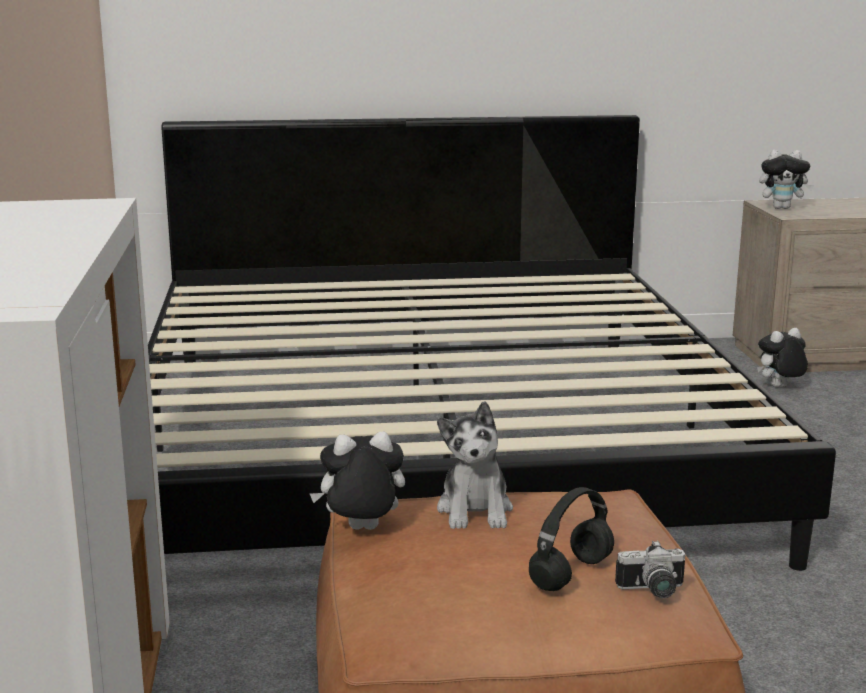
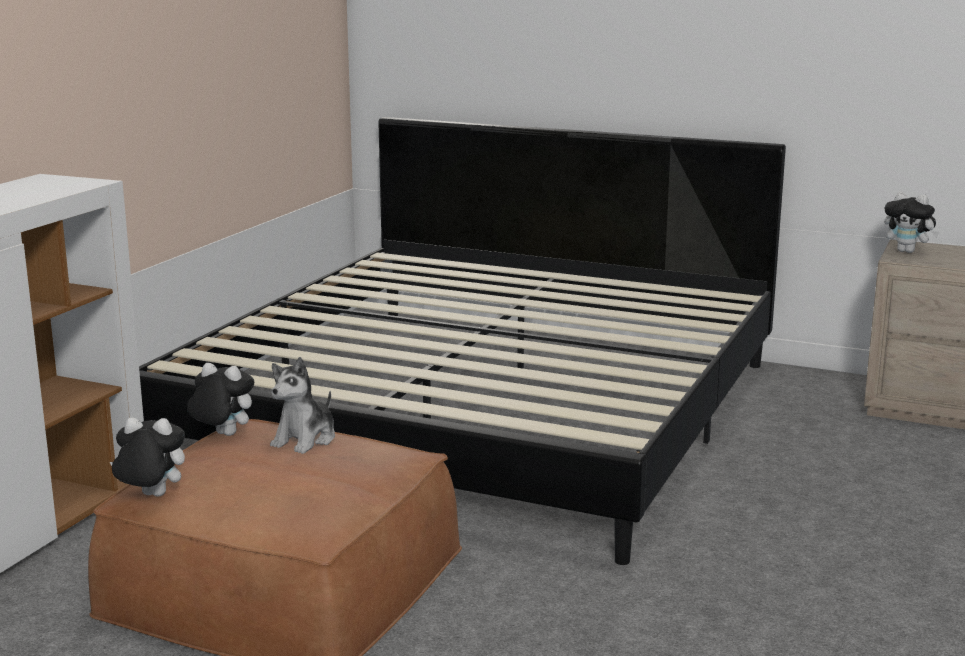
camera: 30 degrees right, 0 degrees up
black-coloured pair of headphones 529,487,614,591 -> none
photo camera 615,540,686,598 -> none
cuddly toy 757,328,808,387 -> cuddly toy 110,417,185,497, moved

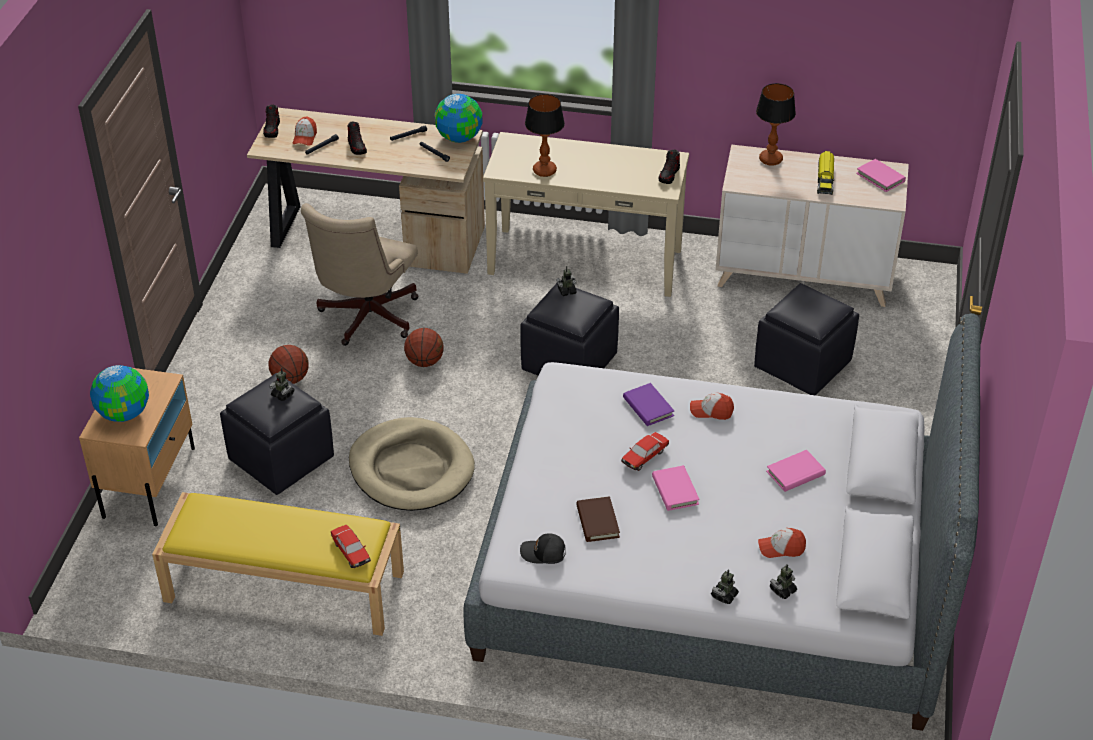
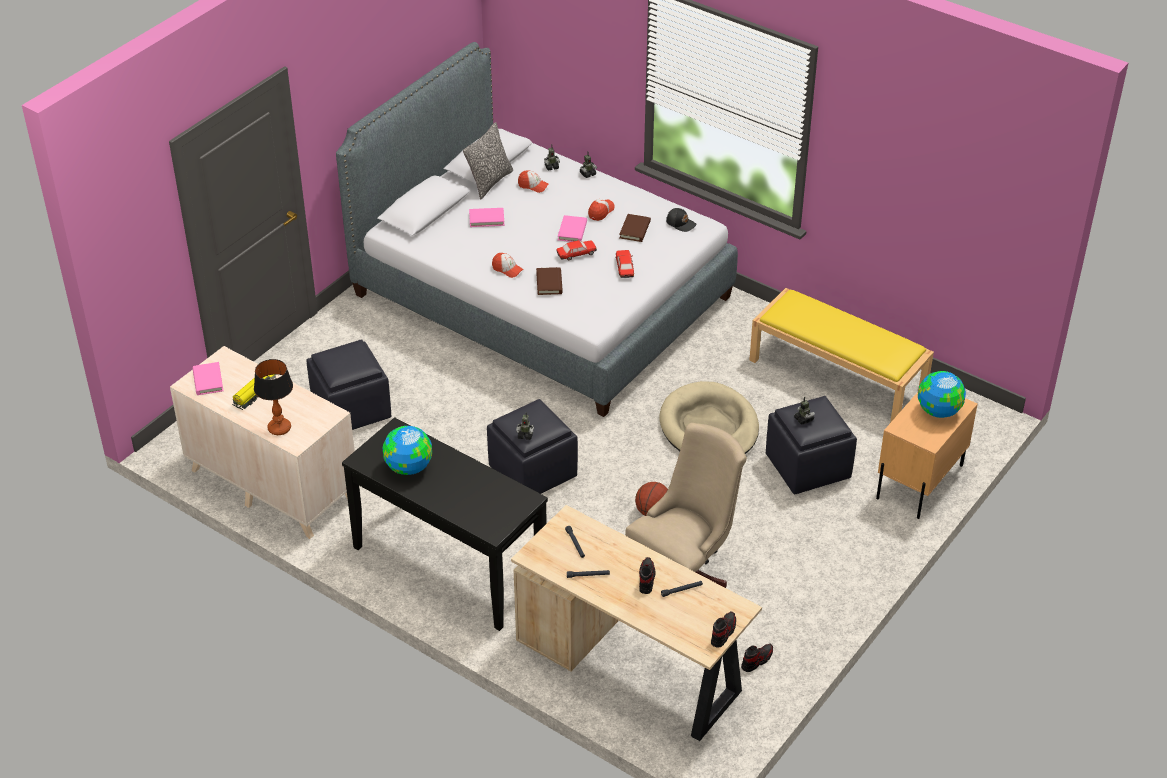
camera: 155 degrees left, 0 degrees up
ball for basketball 269,345,309,384 -> none
peaked cap 292,117,317,146 -> peaked cap 588,199,615,221, moved
miniature car 331,525,371,568 -> miniature car 615,250,634,278, moved
world globe 435,94,483,143 -> world globe 383,426,432,475, moved
beige narrow table 483,132,689,297 -> black-coloured narrow table 342,417,548,631
tabletop lamp 525,94,565,177 -> none
purple book 623,383,674,426 -> brownish book 536,267,563,295
shoe 659,150,680,184 -> shoe 741,644,773,672, moved
none -> pillow 463,122,513,199

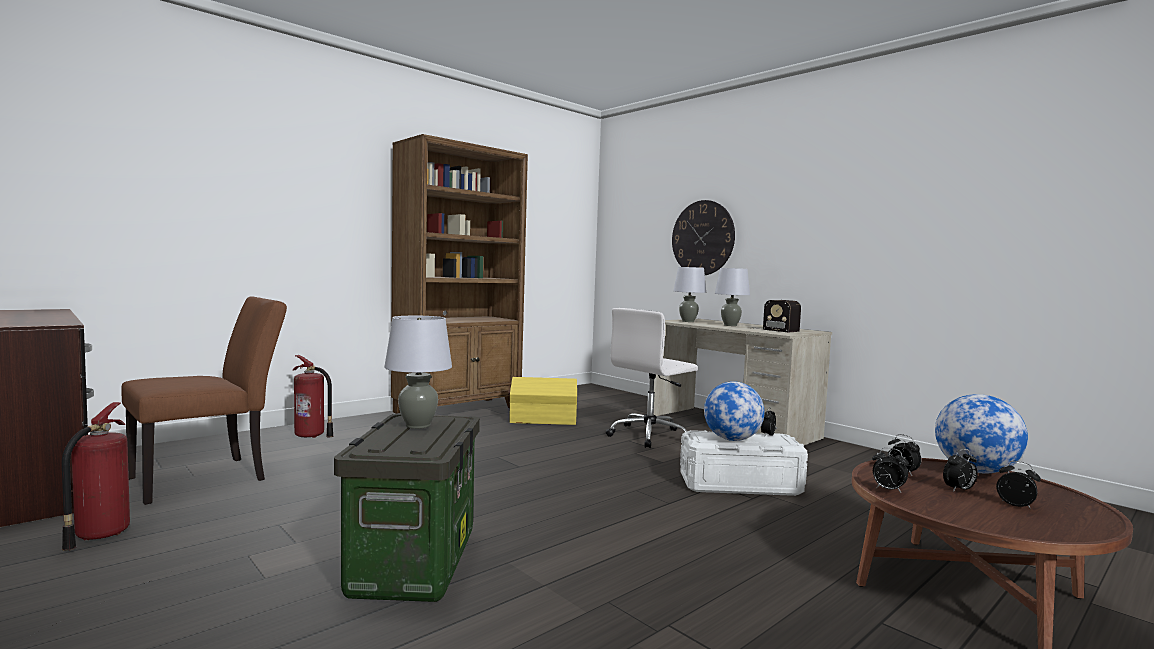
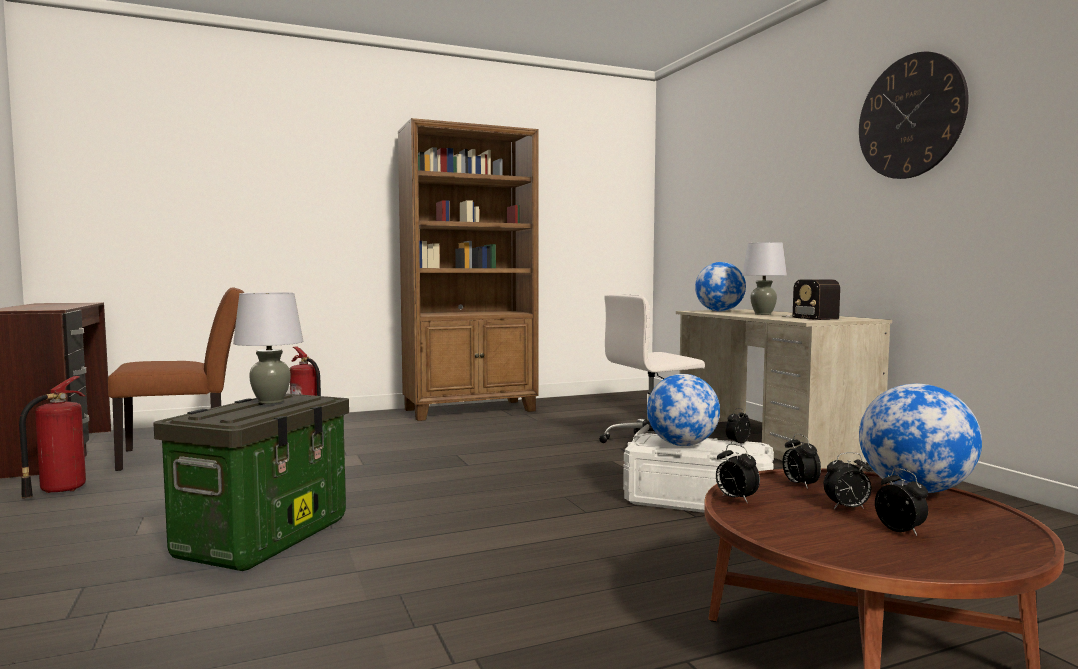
camera: 20 degrees right, 0 degrees up
yellow-coloured storage box 509,377,577,425 -> none
hanging clock 672,200,735,275 -> hanging clock 859,52,969,179, moved
grey tabletop lamp 673,267,706,322 -> world globe 695,262,746,312

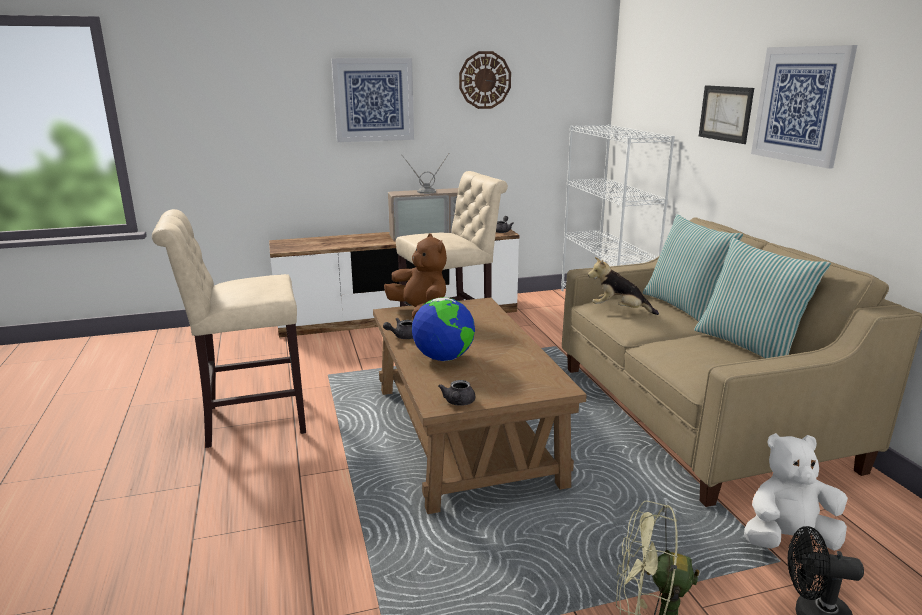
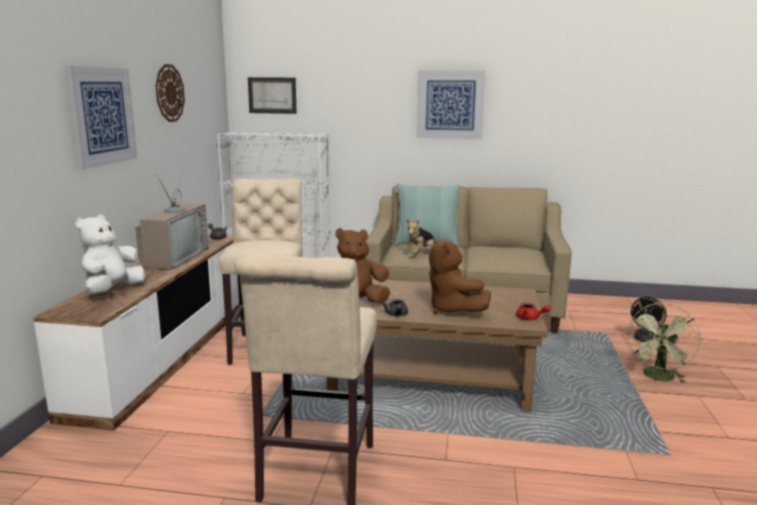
camera: 65 degrees left, 5 degrees down
world globe 412,298,475,361 -> brownish cuddly toy 429,239,491,314
grey pot for tea 438,380,475,406 -> red pot for tea 516,303,551,320
pillow 694,238,831,359 -> none
wall picture 699,85,754,144 -> wall picture 248,77,297,114, moved
white-coloured cuddly toy 744,433,848,551 -> white-coloured cuddly toy 75,215,146,294, moved

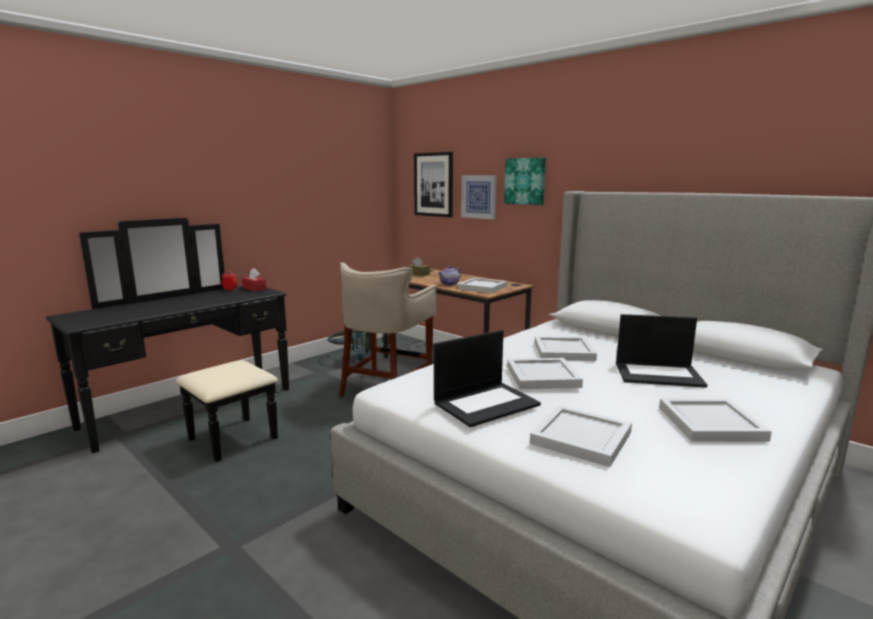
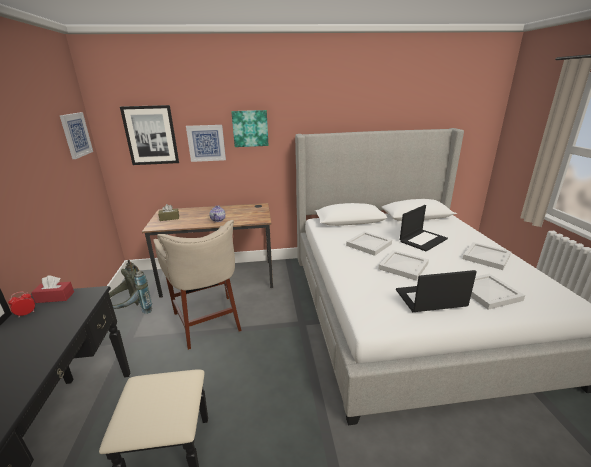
camera: 50 degrees left, 10 degrees up
portable computer 434,330,541,427 -> portable computer 396,270,477,312, 105 degrees counterclockwise
white-coloured carrying tray 457,278,507,293 -> none
none -> wall picture 60,112,93,159

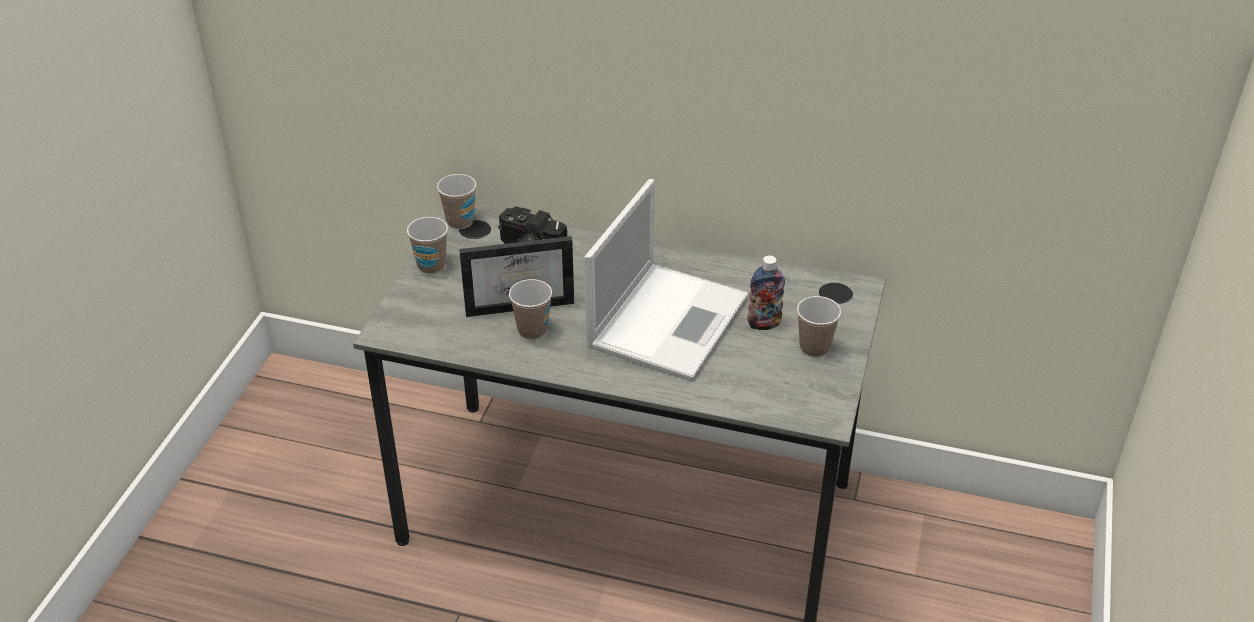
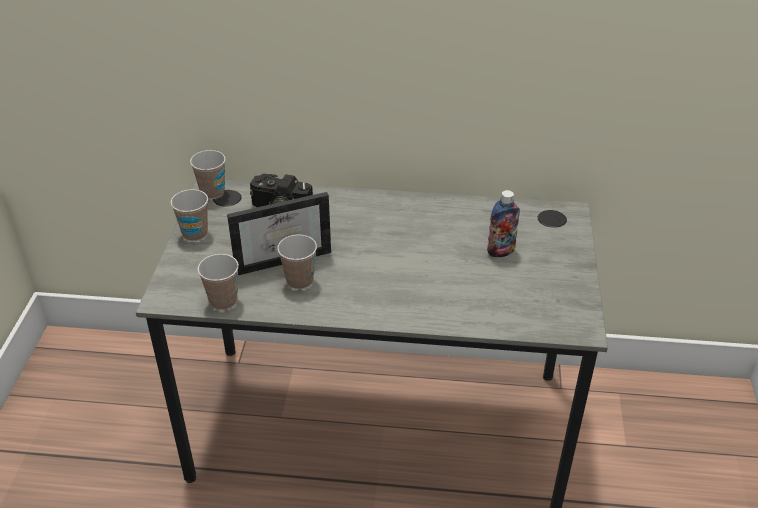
camera: 10 degrees left, 0 degrees up
portable computer 584,179,748,381 -> none
cup 797,296,841,357 -> cup 197,254,239,310, moved

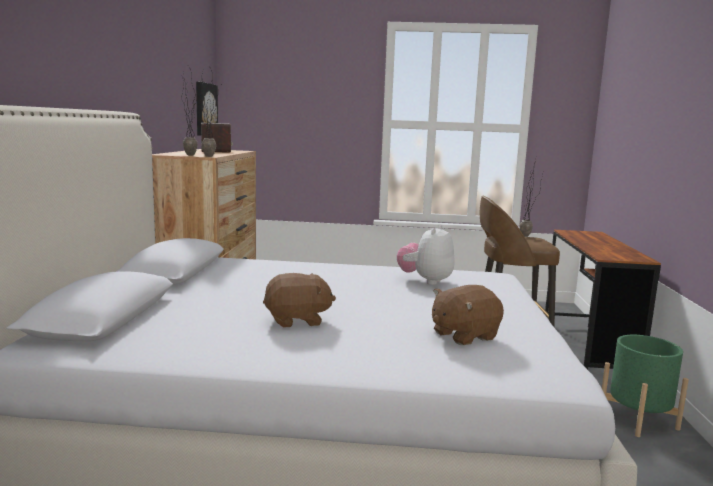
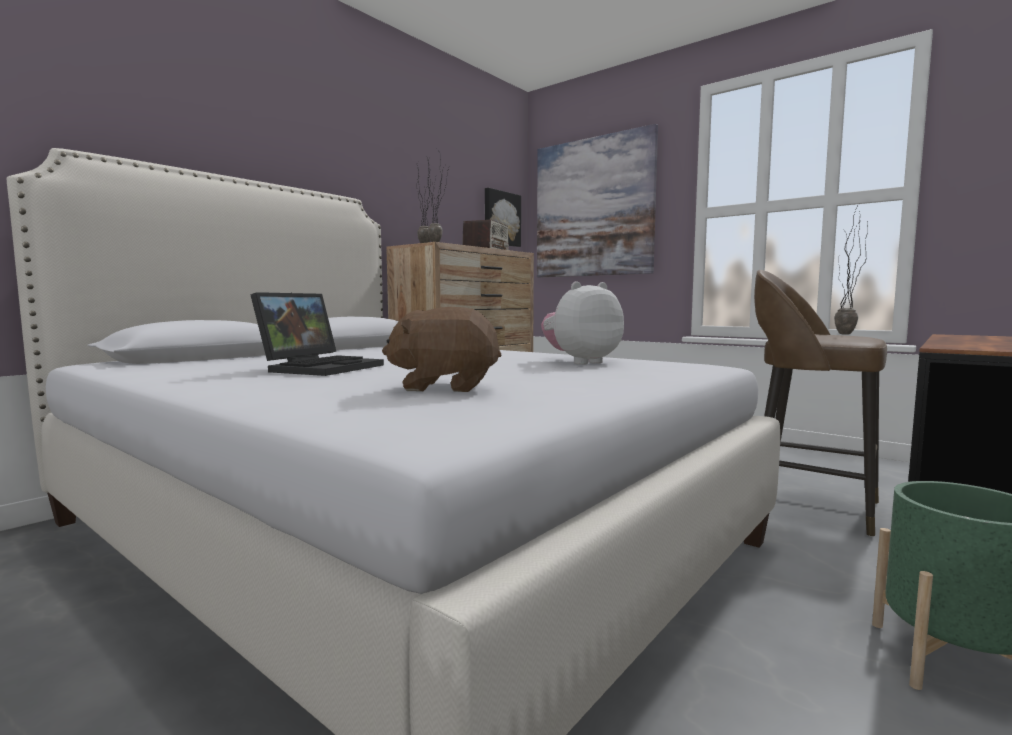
camera: 35 degrees right, 5 degrees down
brownish cuddly toy 263,273,336,328 -> portable computer 250,292,384,376
none -> wall picture 537,124,658,277

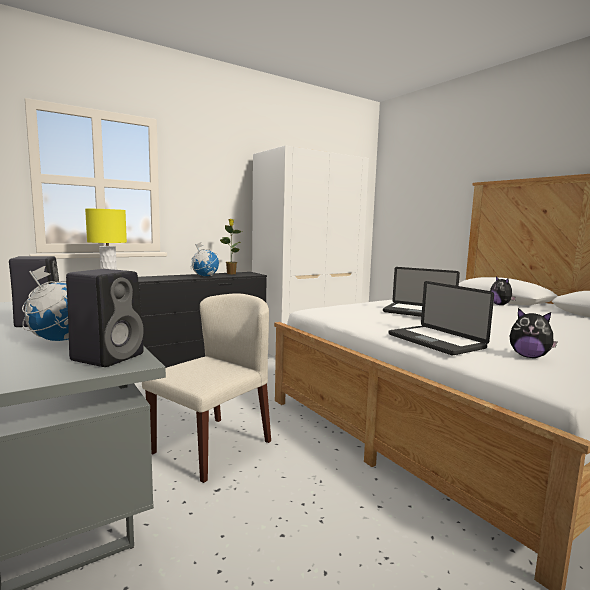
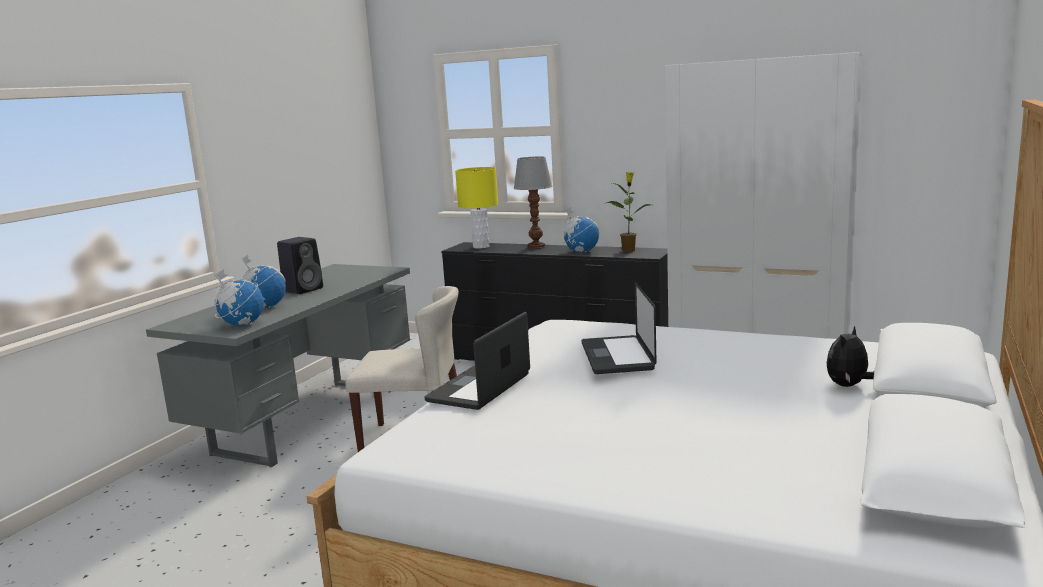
camera: 60 degrees right, 5 degrees up
black-coloured loudspeaker 66,269,144,367 -> world globe 213,270,264,326
cuddly toy 510,308,557,358 -> none
none -> tabletop lamp 513,156,553,249

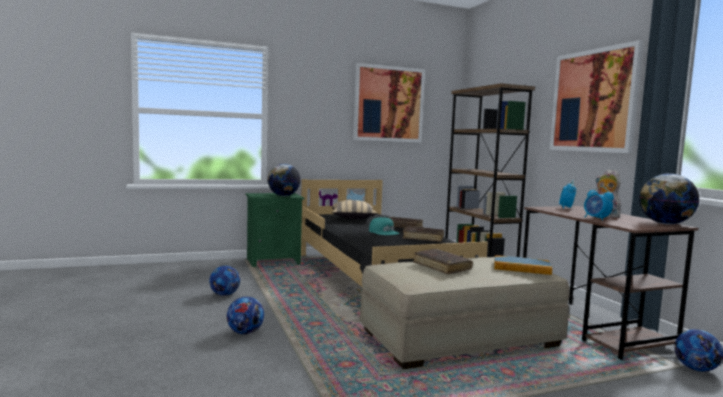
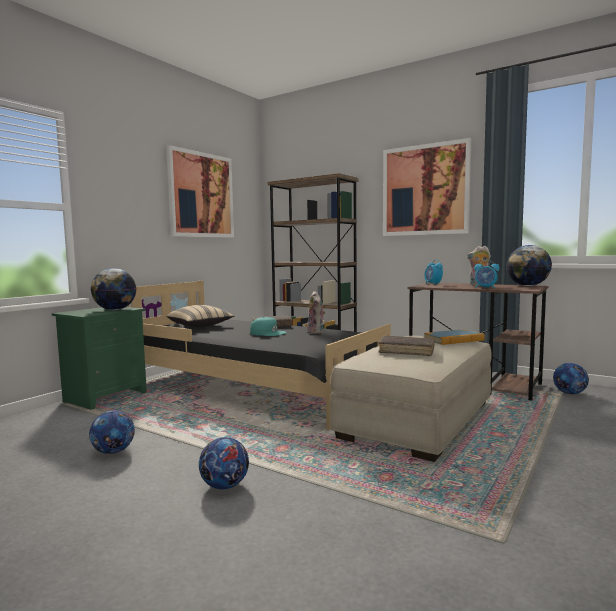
camera: 35 degrees left, 0 degrees up
brownish book 402,226,444,242 -> cuddly toy 307,291,325,334

